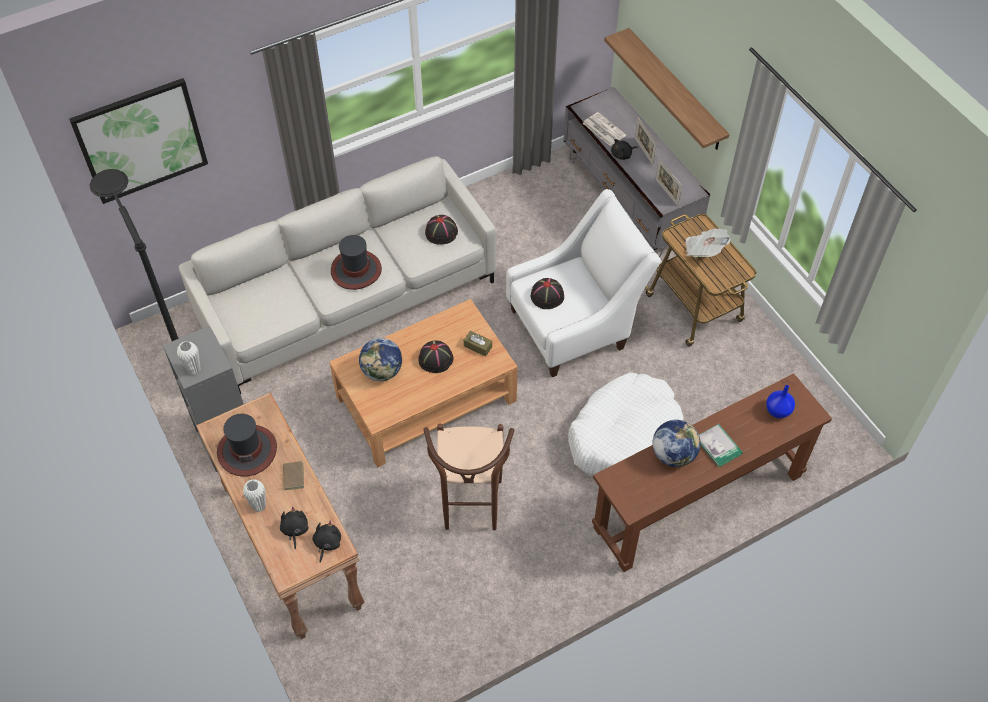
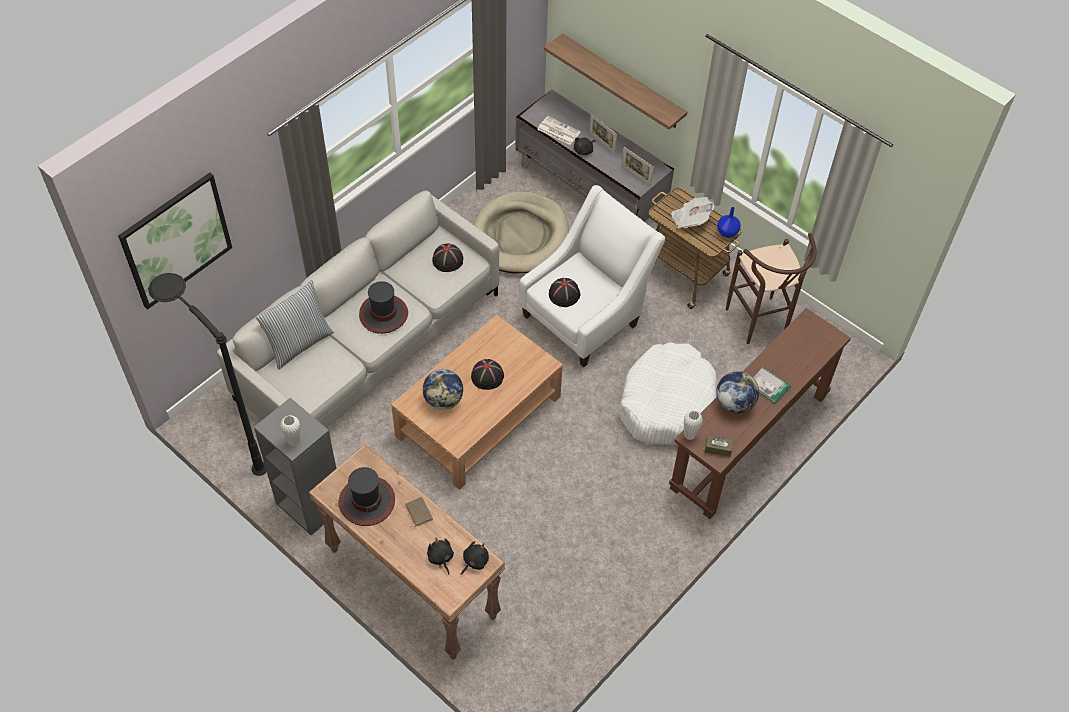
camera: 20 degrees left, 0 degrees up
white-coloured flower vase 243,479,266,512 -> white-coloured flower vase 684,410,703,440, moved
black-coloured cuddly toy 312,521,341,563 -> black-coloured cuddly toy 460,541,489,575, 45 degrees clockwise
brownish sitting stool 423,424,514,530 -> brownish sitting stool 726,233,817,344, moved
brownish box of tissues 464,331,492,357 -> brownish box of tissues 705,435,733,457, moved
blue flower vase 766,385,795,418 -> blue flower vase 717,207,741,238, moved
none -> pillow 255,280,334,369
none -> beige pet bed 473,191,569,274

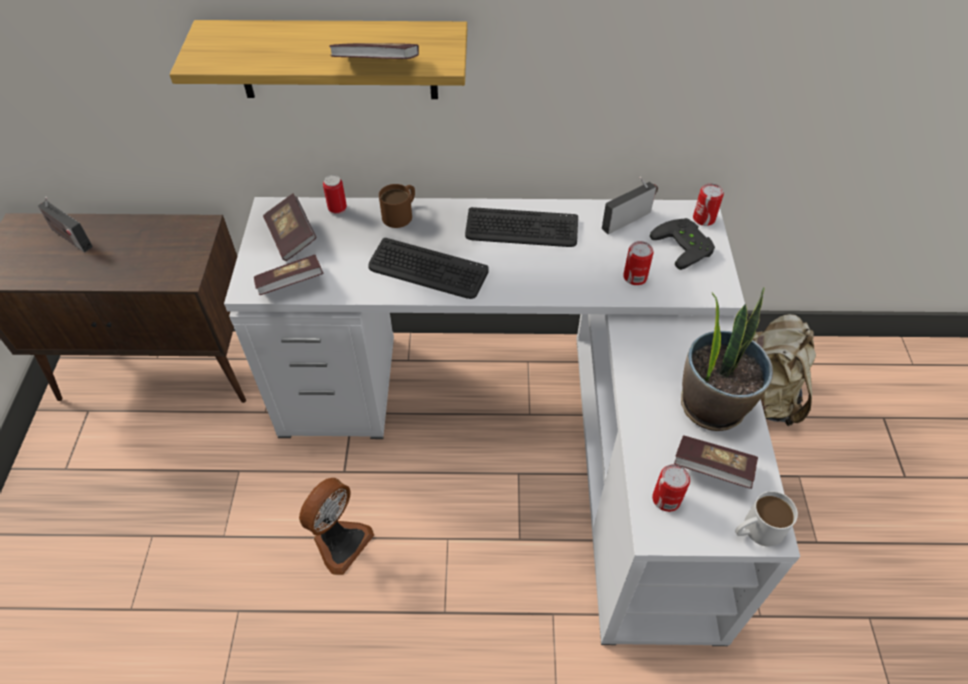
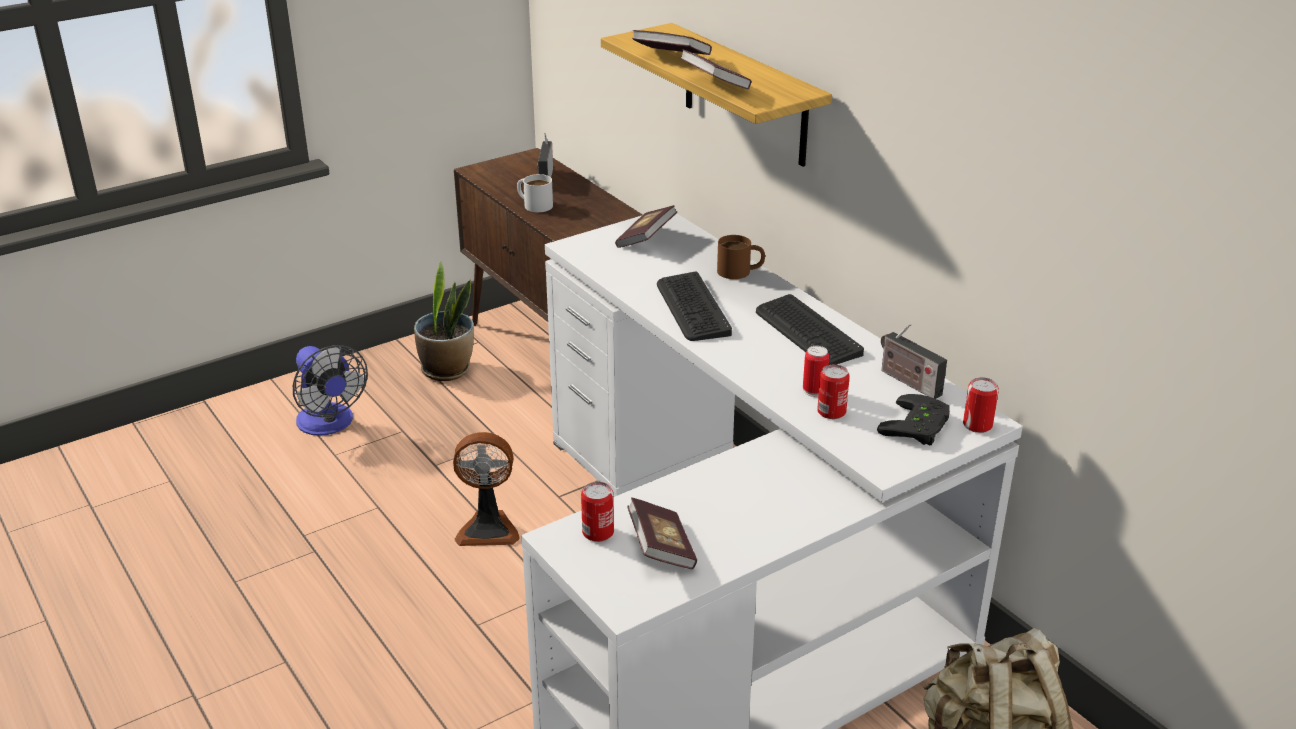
camera: 55 degrees right, 20 degrees down
book 254,255,324,295 -> book 632,30,712,55, moved
sealed can 323,175,347,215 -> sealed can 803,346,829,397, moved
radio receiver 602,177,658,234 -> radio receiver 881,323,947,399, 150 degrees counterclockwise
houseplant 681,287,773,431 -> houseplant 414,261,474,381, moved
white-coloured coffee mug 735,491,798,546 -> white-coloured coffee mug 517,174,553,212, moved
none -> fan 293,345,368,436

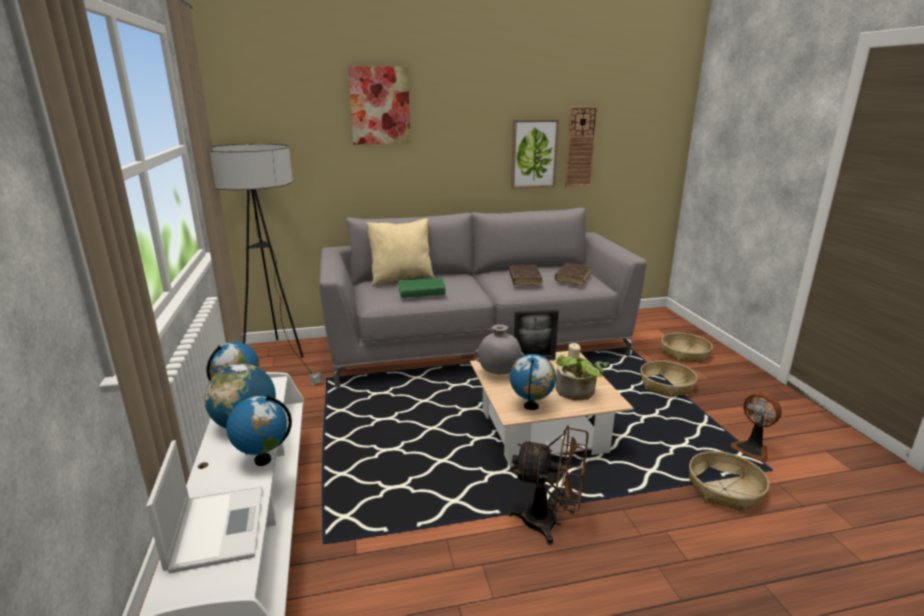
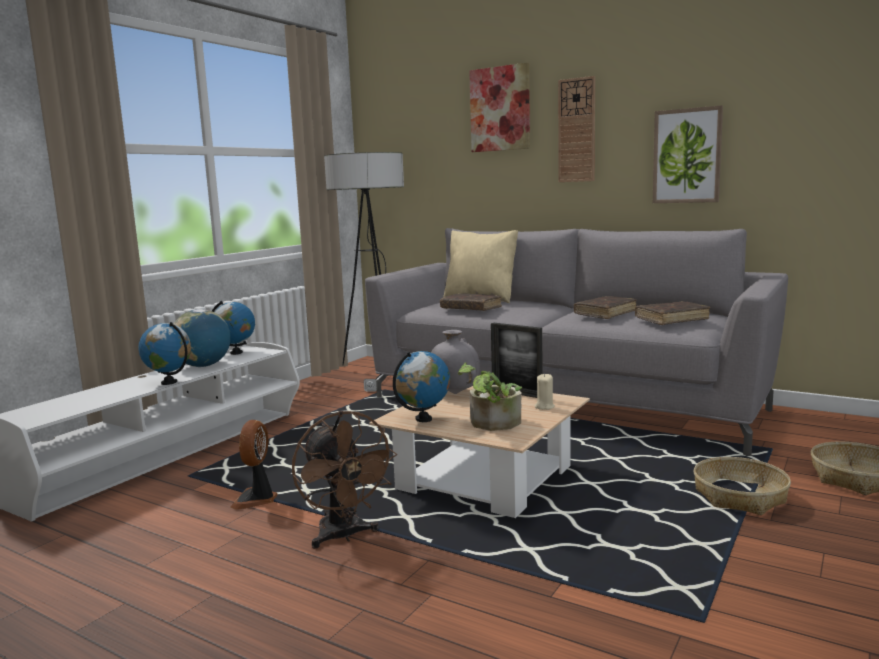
camera: 45 degrees right, 10 degrees down
portable computer 146,440,263,573 -> none
green-coloured book 398,278,446,298 -> brownish book 440,293,502,311
hanging clock 564,106,598,187 -> hanging clock 558,76,595,182, moved
basket 689,451,769,513 -> none
fan 731,392,782,462 -> fan 230,420,278,509, moved

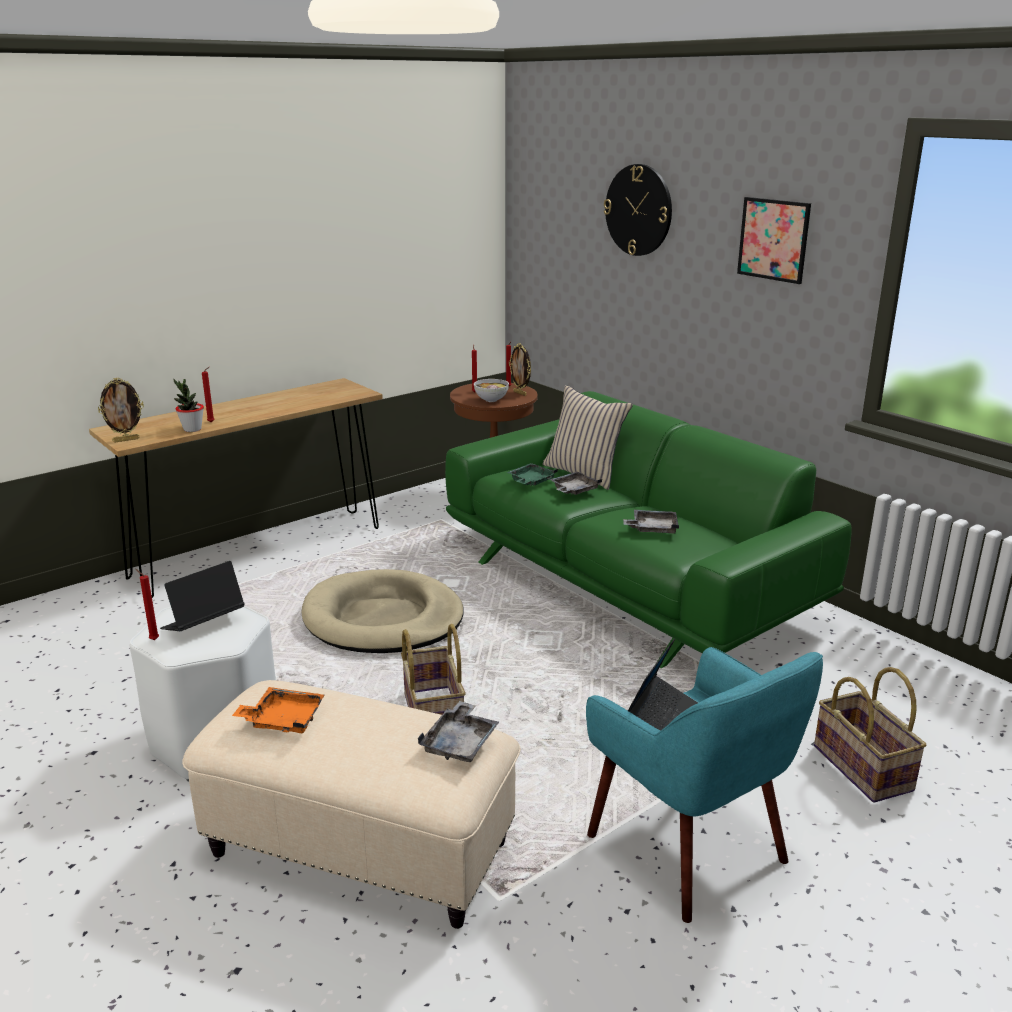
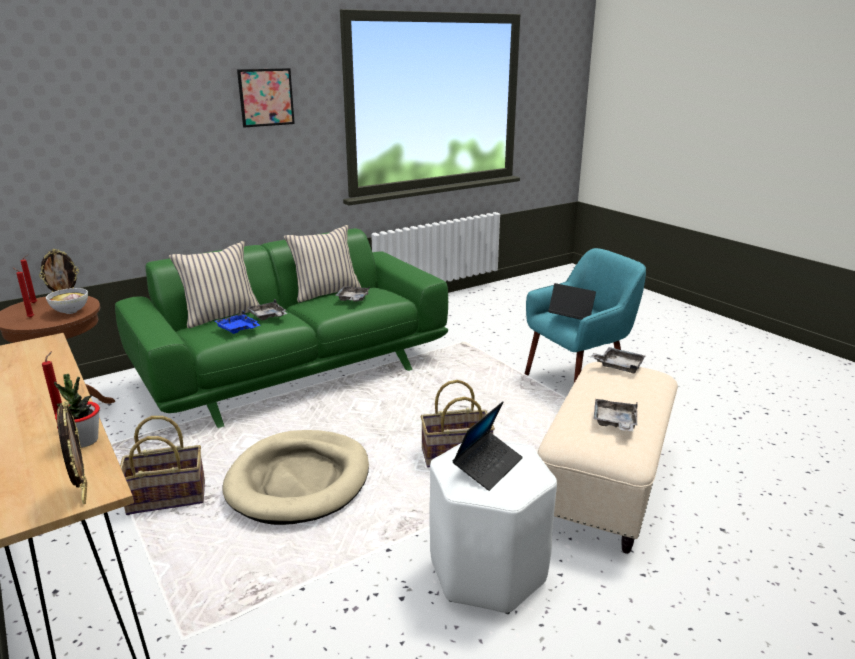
camera: 85 degrees left, 0 degrees up
red wax candle 135,569,159,640 -> none
portable computer 160,561,245,631 -> portable computer 452,401,523,491, 105 degrees counterclockwise
orange carrying tray 232,687,325,733 -> grey carrying tray 593,399,638,431
green-coloured carrying tray 507,463,558,486 -> blue carrying tray 214,311,260,334
hanging clock 604,164,672,256 -> none
basket 814,667,926,803 -> basket 120,416,205,515, moved
none -> beige pillow 284,225,361,303

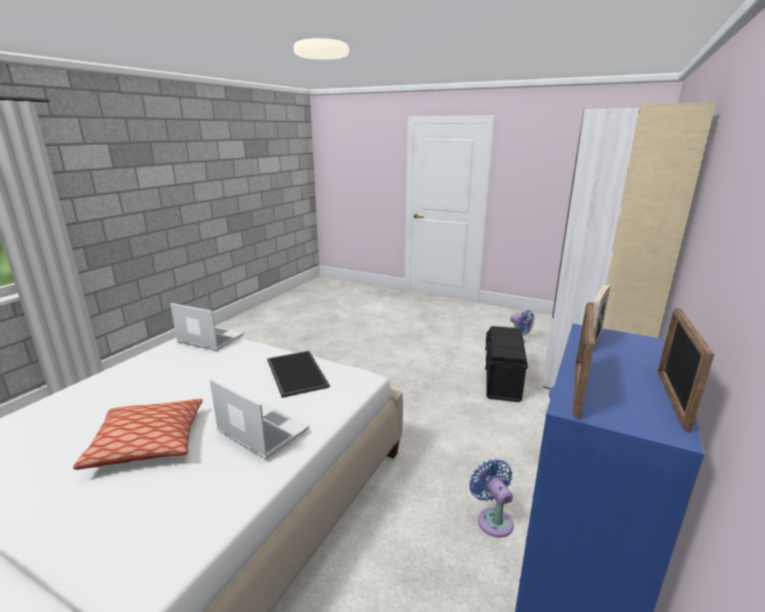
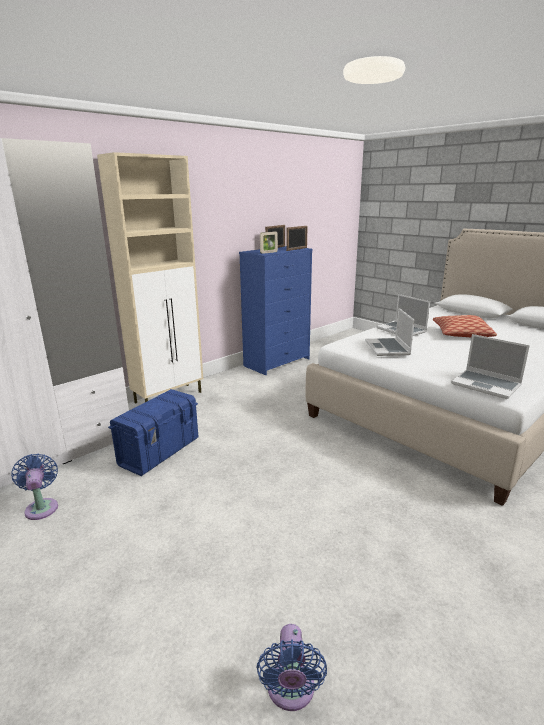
camera: 160 degrees left, 0 degrees up
carrying tray 267,351,330,398 -> portable computer 365,308,415,356
blue fan 469,459,514,538 -> blue fan 257,624,327,711, moved
black-coloured storage box 485,326,528,402 -> blue storage box 108,389,198,476

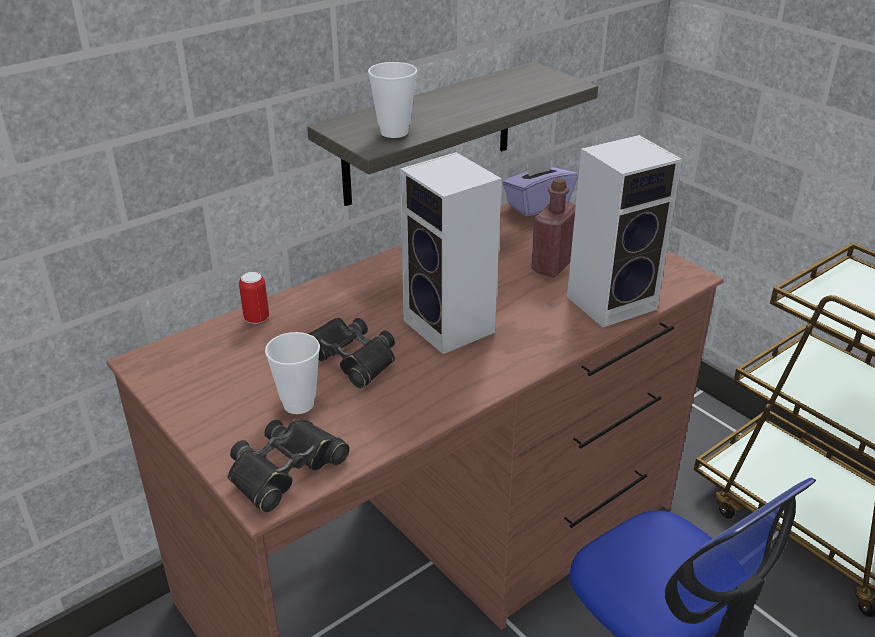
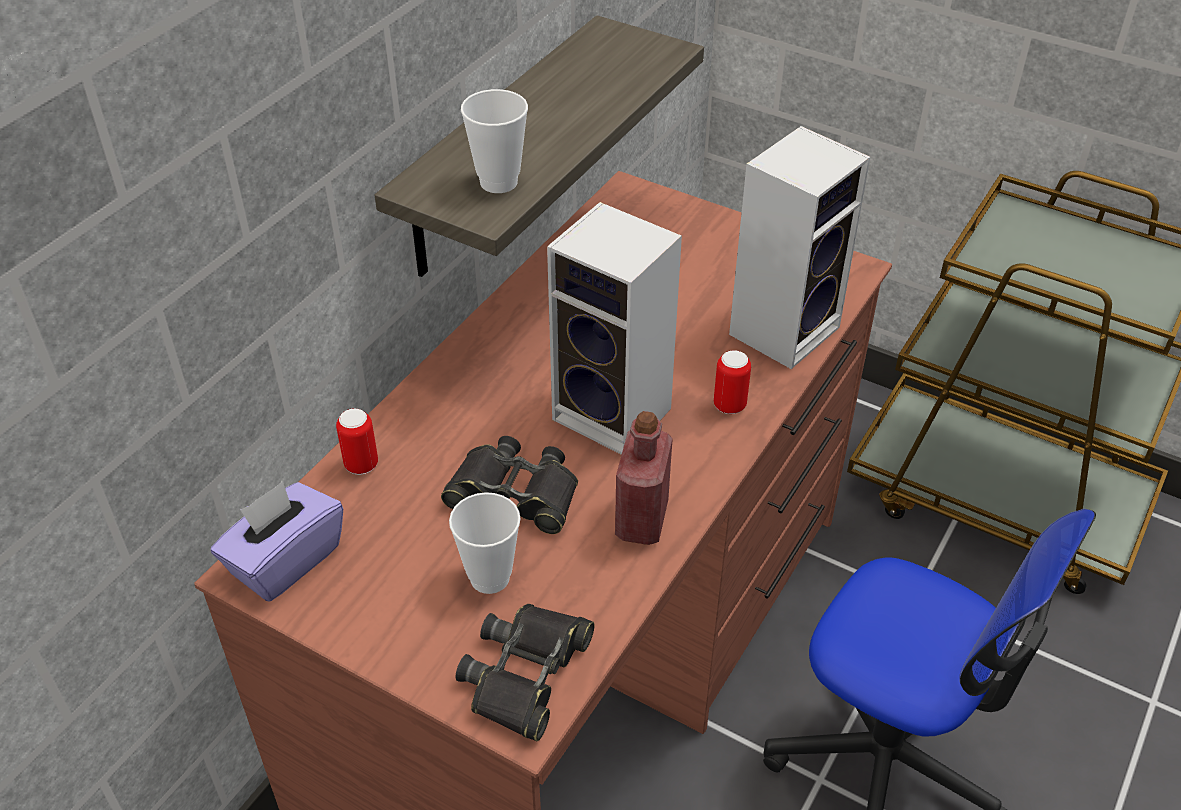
camera: 20 degrees left, 10 degrees up
purple box of tissues 502,153,578,216 -> purple box of tissues 211,481,343,601, moved
red beverage bottle 531,178,576,277 -> red beverage bottle 615,411,673,545, moved
none -> sealed can 714,350,751,414

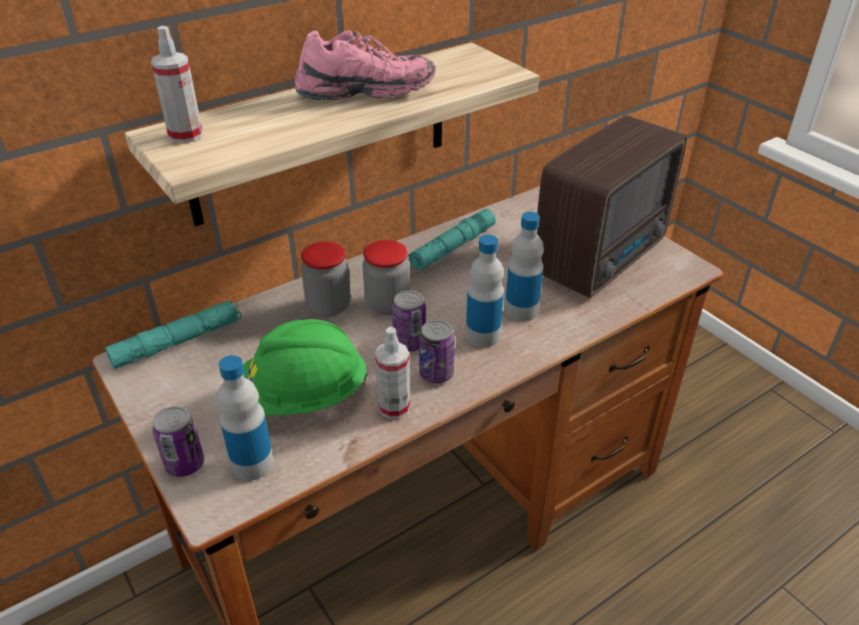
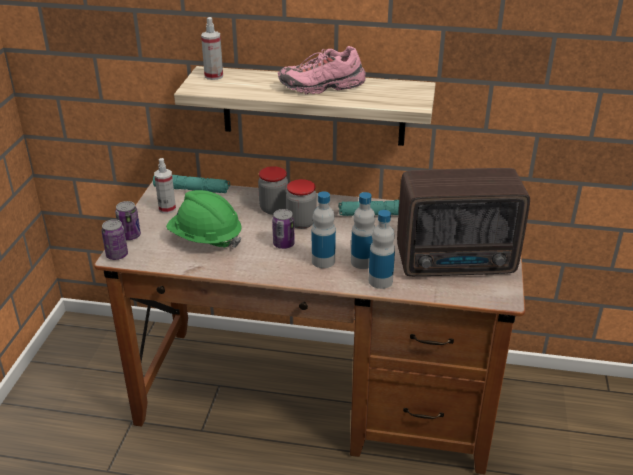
camera: 45 degrees right, 5 degrees down
beverage bottle 217,355,274,480 -> beverage bottle 368,210,395,289, moved
pink shoe 294,30,436,100 -> pink shoe 278,46,366,94, 135 degrees clockwise
spray bottle 375,327,410,419 -> spray bottle 154,158,176,214, moved
sealed can 419,320,455,383 -> sealed can 101,219,128,260, moved

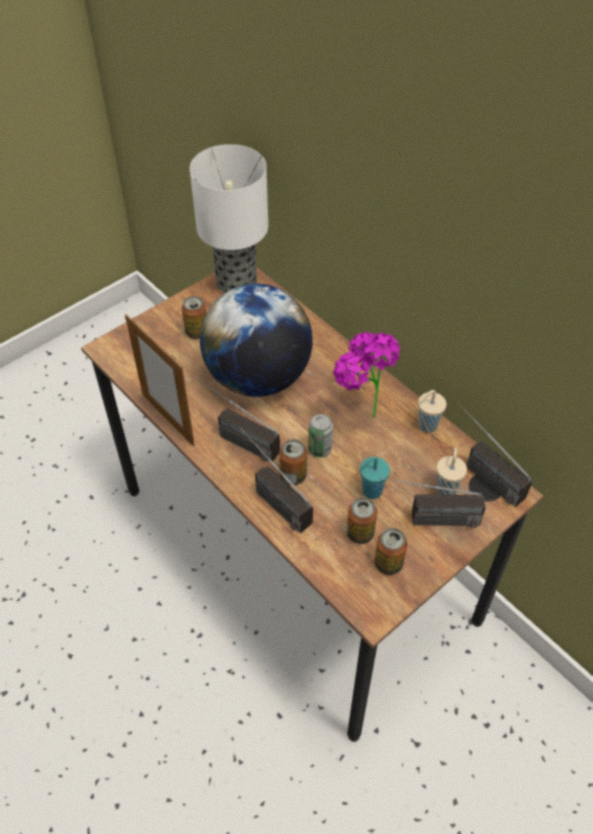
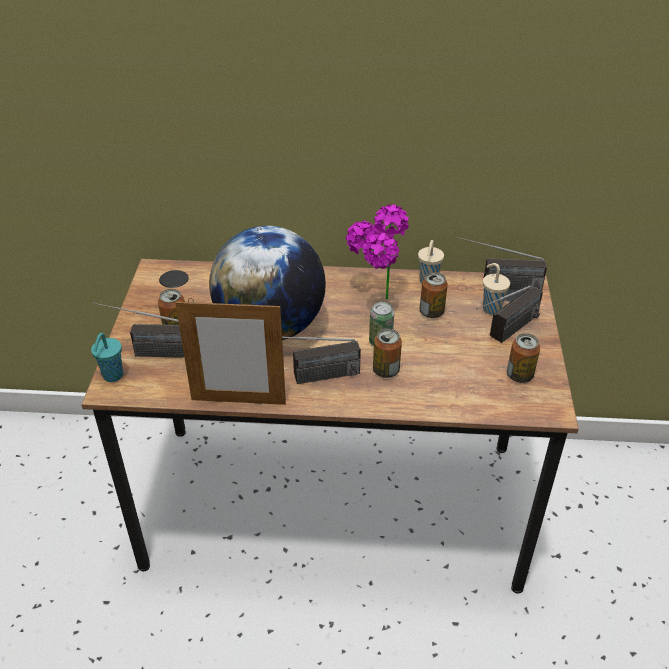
camera: 45 degrees left, 10 degrees down
tabletop lamp 190,144,268,293 -> none
radio receiver 240,428,313,533 -> radio receiver 93,303,185,358, moved
sealed can 346,497,377,544 -> sealed can 420,272,448,318, moved
turquoise cup 359,457,390,499 -> turquoise cup 91,333,123,382, moved

